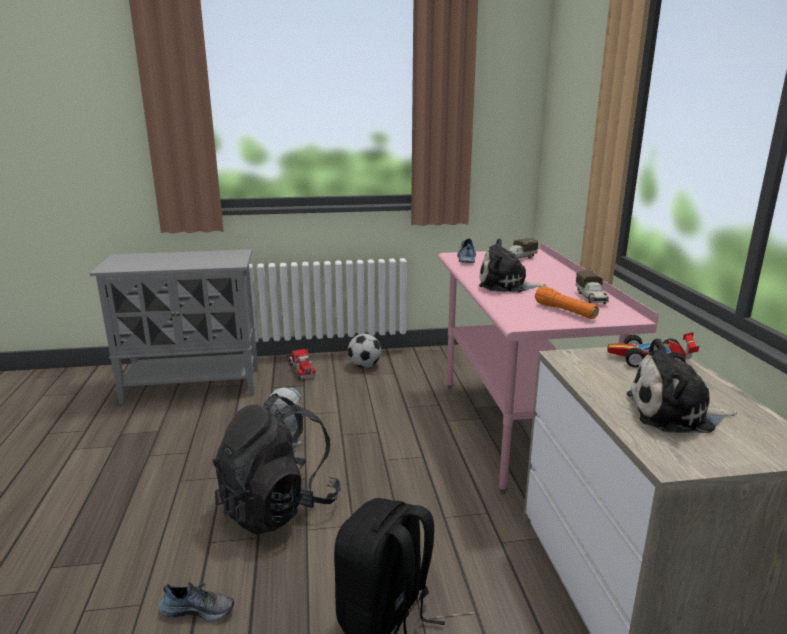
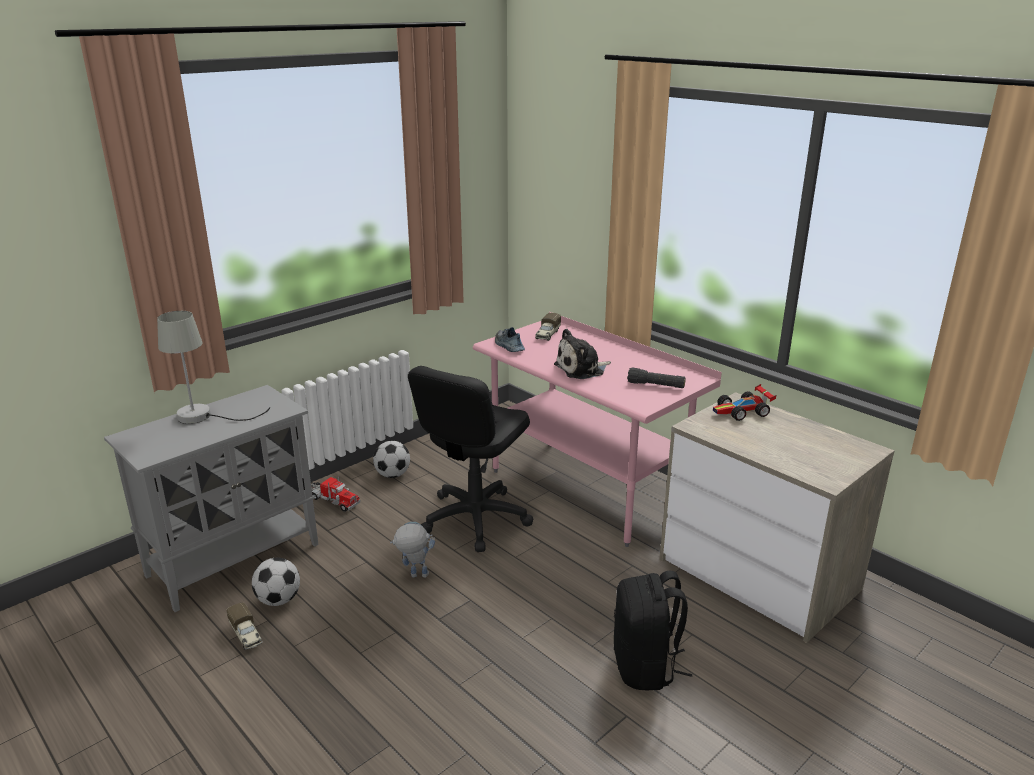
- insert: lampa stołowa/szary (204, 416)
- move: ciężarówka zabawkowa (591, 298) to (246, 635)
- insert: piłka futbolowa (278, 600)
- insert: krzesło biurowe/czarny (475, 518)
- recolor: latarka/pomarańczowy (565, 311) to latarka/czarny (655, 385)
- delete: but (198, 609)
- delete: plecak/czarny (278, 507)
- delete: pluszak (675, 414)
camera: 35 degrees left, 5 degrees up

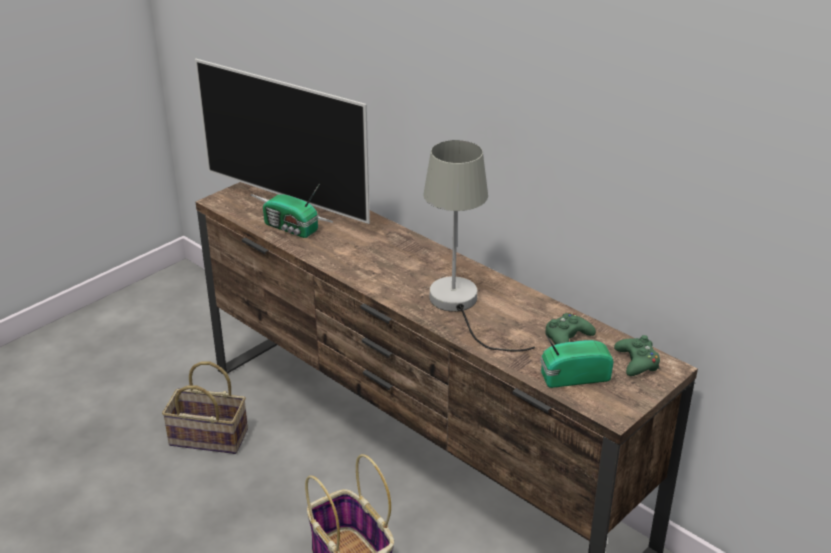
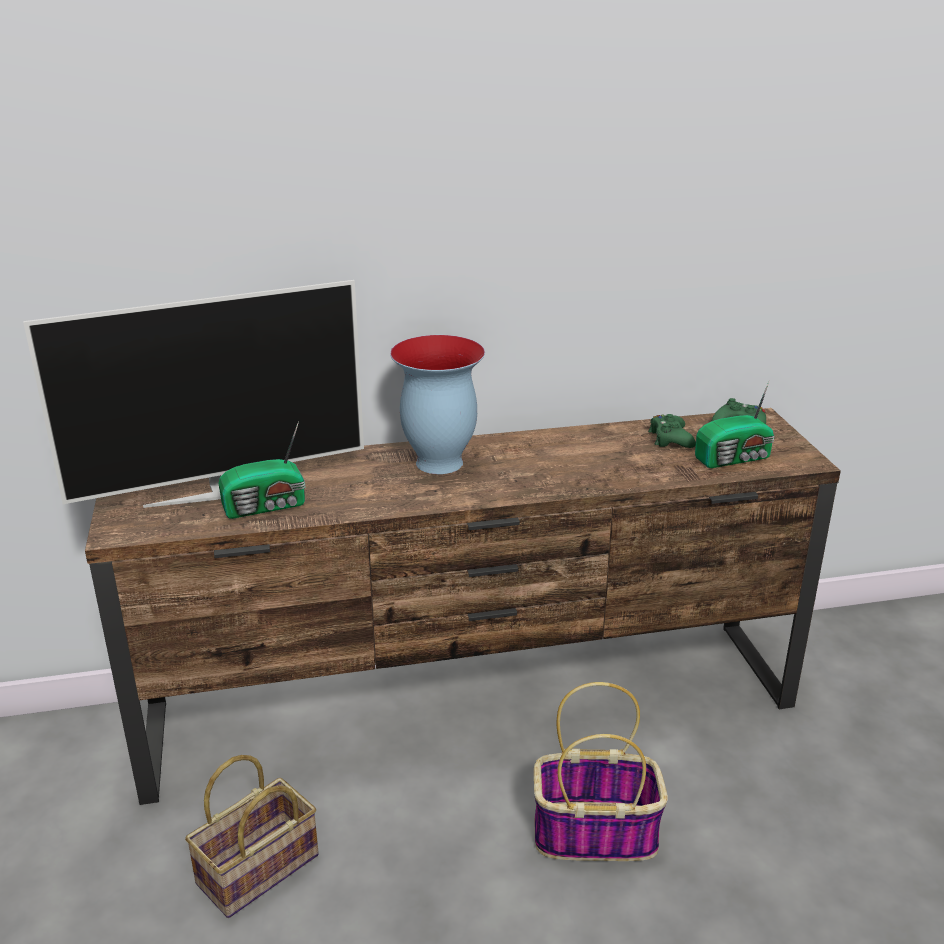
- insert: wazon (438, 463)
- rotate: radio (572, 376) = (735, 458) 135 degrees counterclockwise
- delete: lampa stołowa/szary (460, 306)
camera: 55 degrees left, 5 degrees down

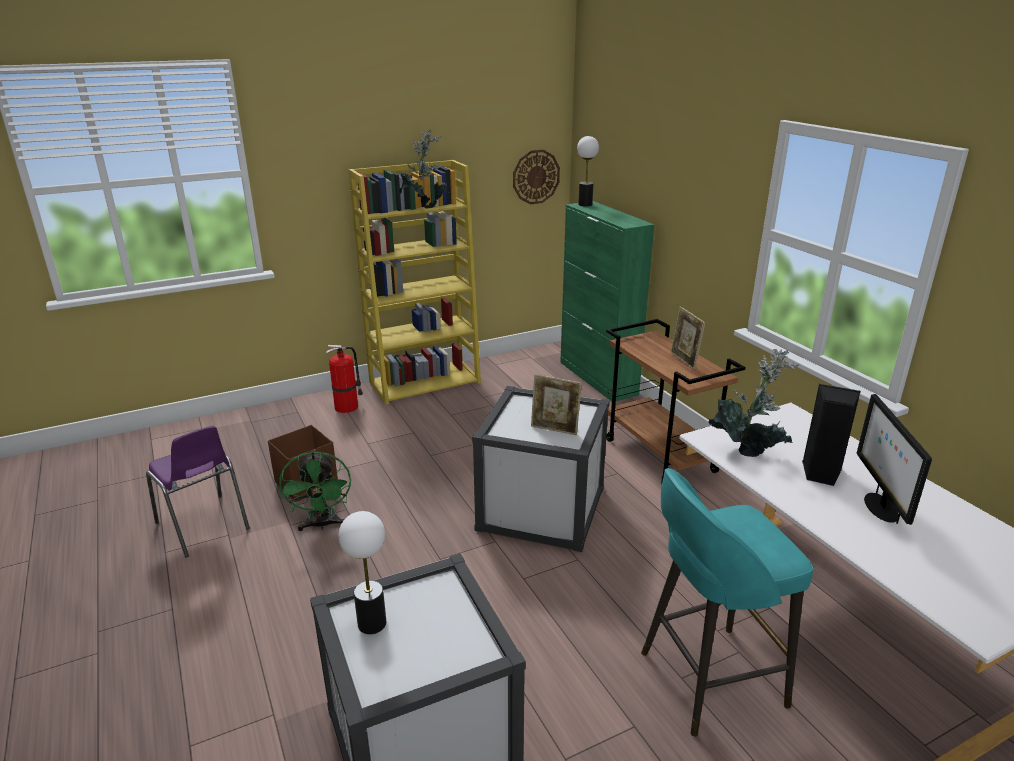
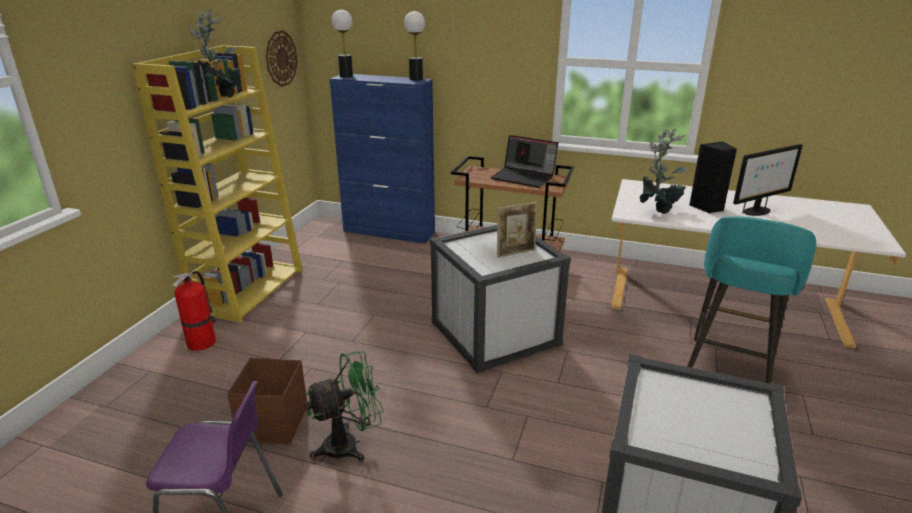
- rotate: wentylator/zielony (322, 525) = (349, 444) 60 degrees counterclockwise
- recolor: szafka/zielony (598, 378) to szafka/niebieski (389, 232)
- move: lampa stołowa (372, 624) to (416, 79)
- replace: ramka na zdjęcie (684, 361) to laptop (524, 177)
- rotate: monitor (880, 507) = (756, 211) 75 degrees counterclockwise
camera: 45 degrees left, 0 degrees up

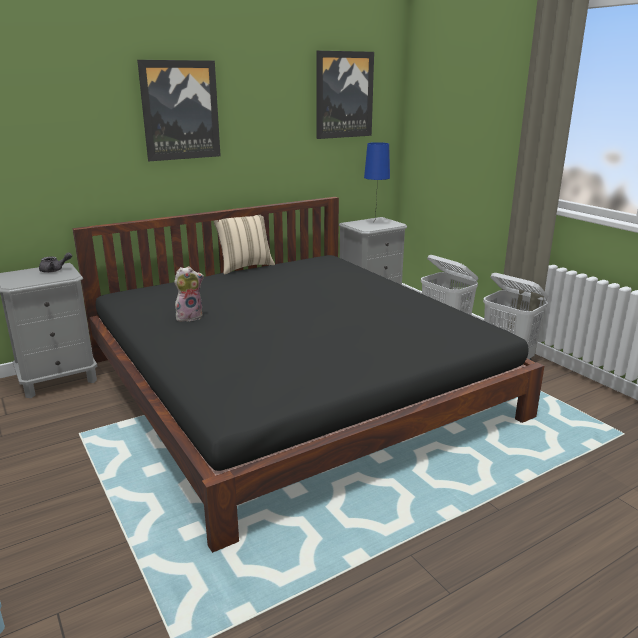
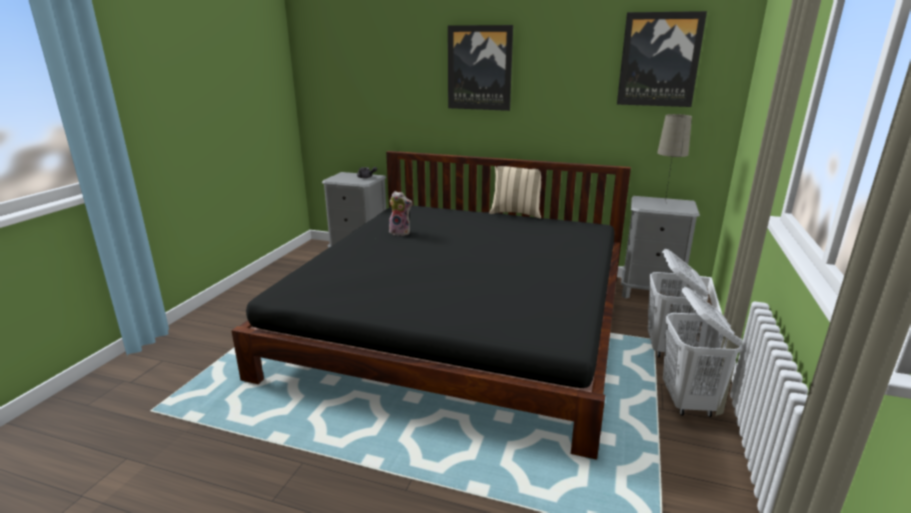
- recolor: lampa stołowa/niebieski (375, 224) to lampa stołowa/beżowy (664, 205)
camera: 50 degrees right, 0 degrees up

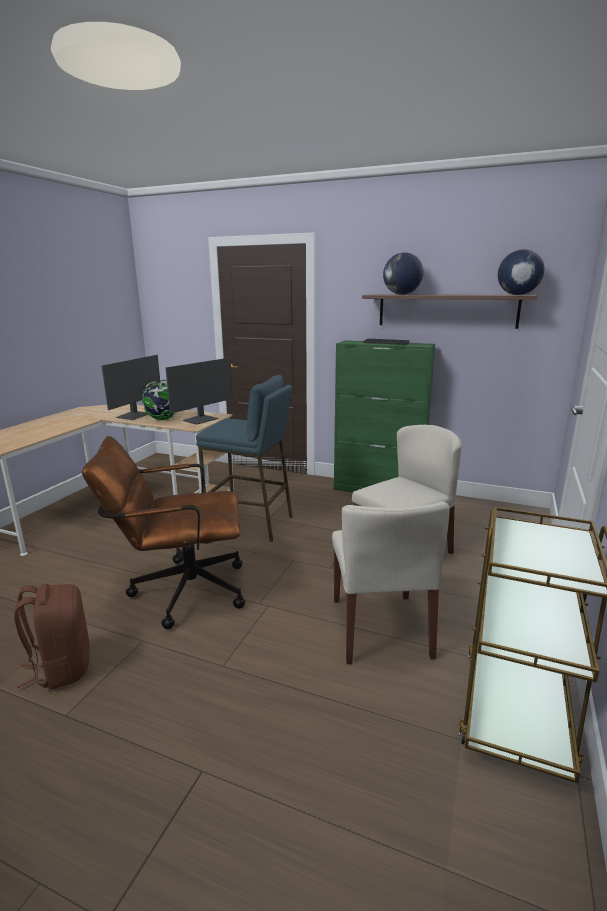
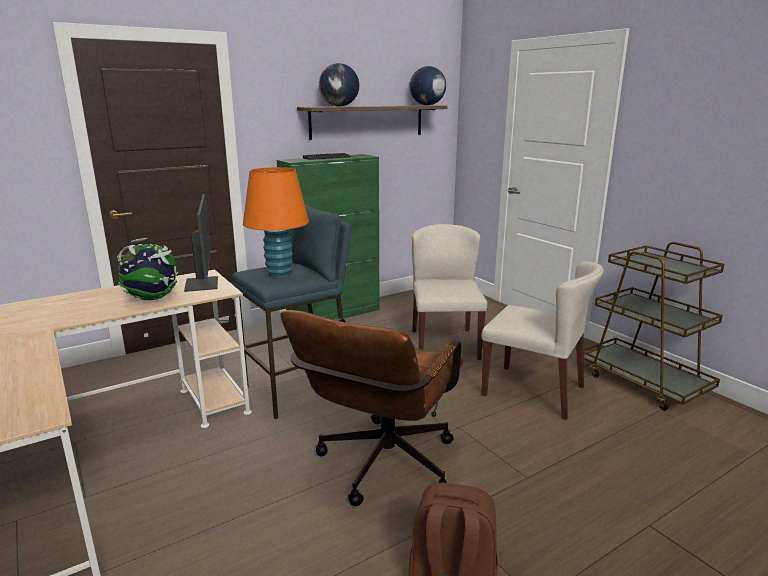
- insert: lampa stołowa/pomarańczowy (279, 275)
- delete: monitor (134, 415)
camera: 55 degrees left, 0 degrees up

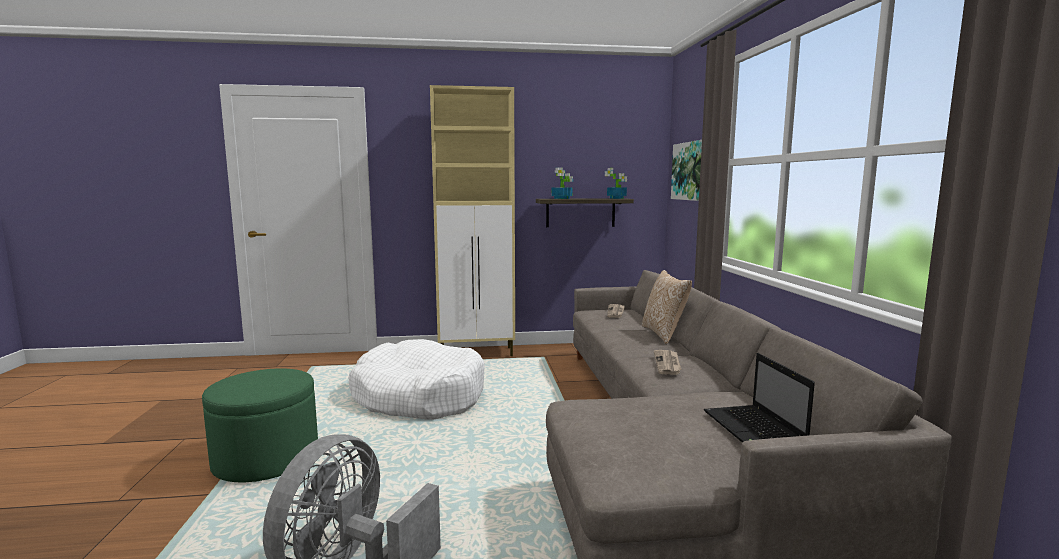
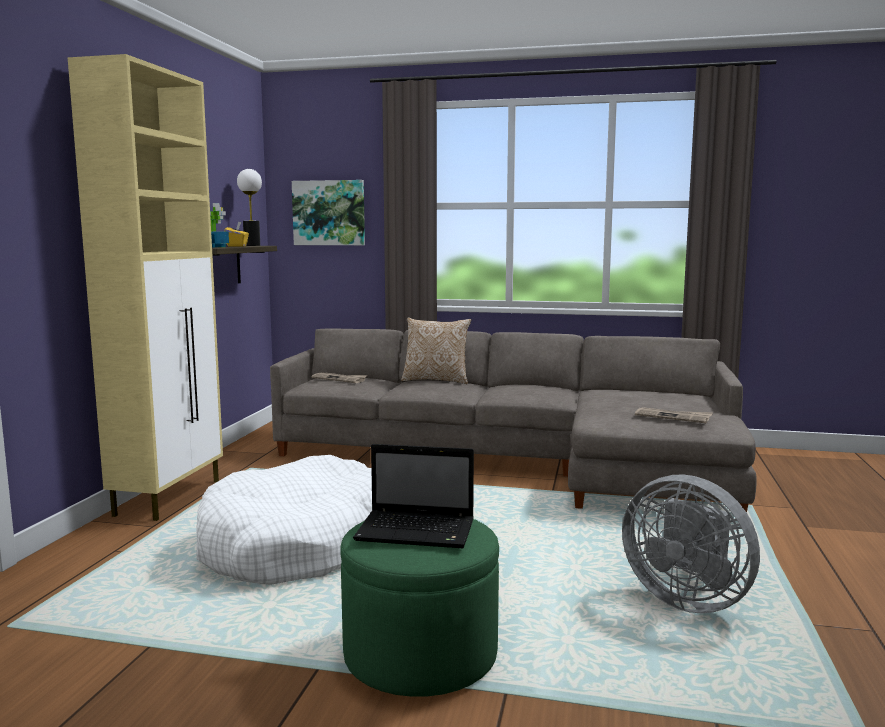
- insert: pudełko chusteczek/żółty (237, 246)
- replace: roślina doniczkowa (616, 198) to lampa stołowa (252, 245)
- move: laptop (755, 430) to (418, 531)
- move: gazeta (668, 364) to (673, 417)
camera: 70 degrees left, 0 degrees up

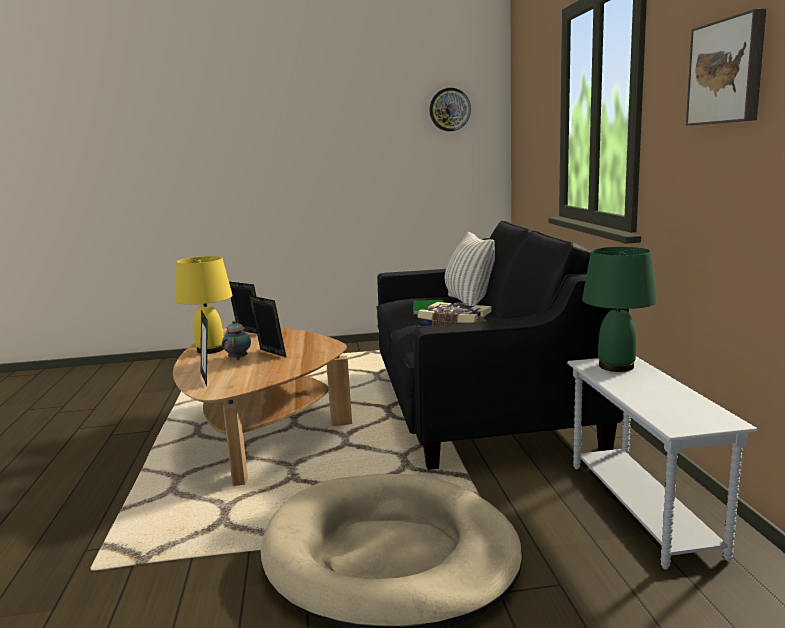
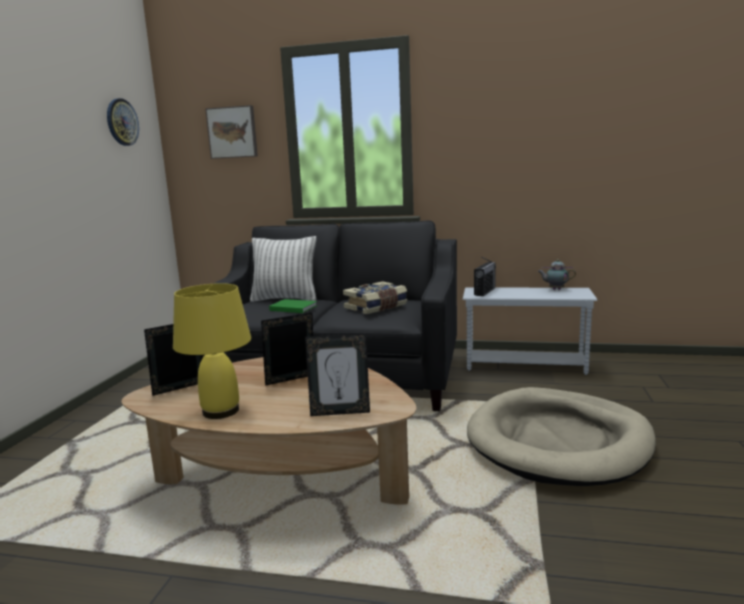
- move: obraz (728, 72) to (233, 132)
- replace: lampa stołowa/zielony (616, 366) to radio (484, 291)
- move: imbryk (238, 358) to (555, 289)
camera: 70 degrees left, 0 degrees up

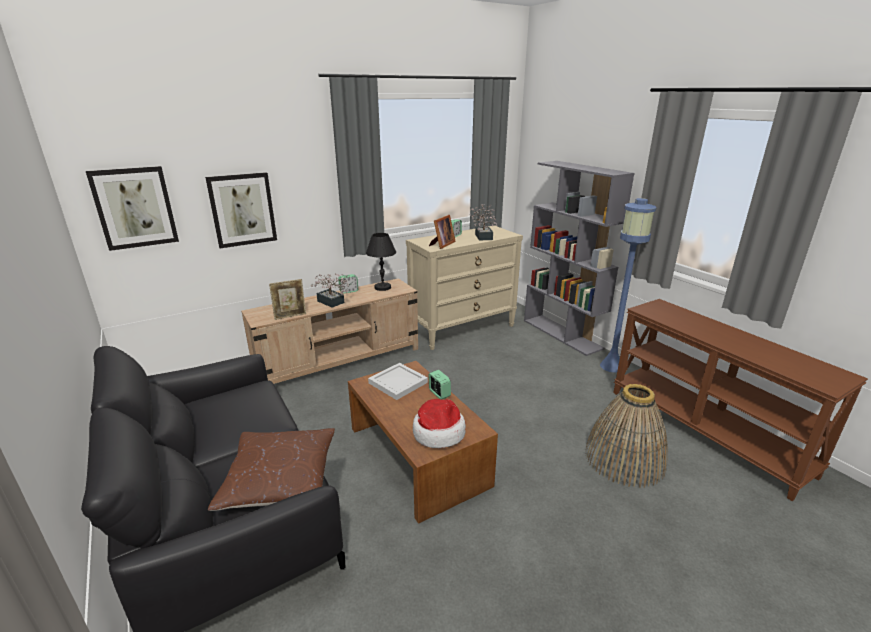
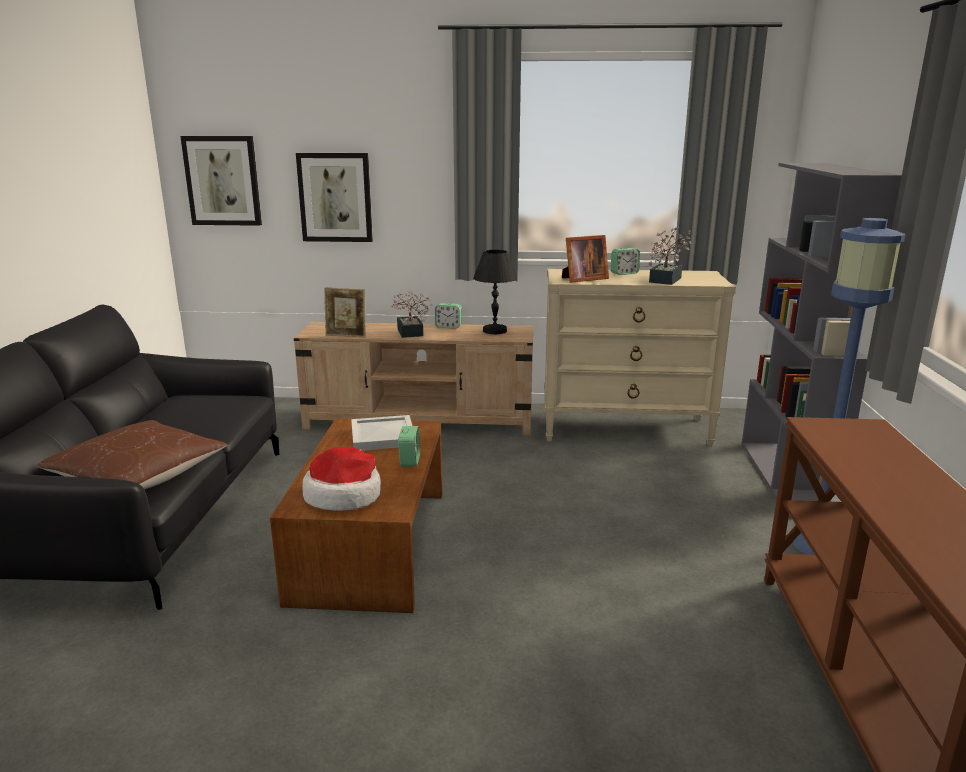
- delete: koszyk (624, 459)
camera: 35 degrees right, 5 degrees down

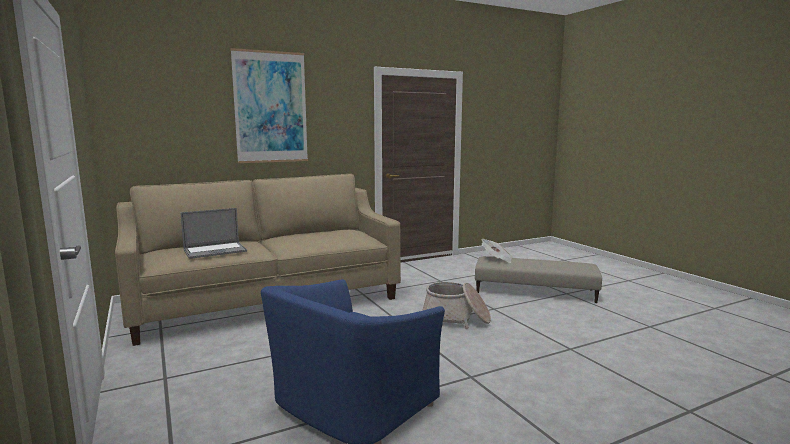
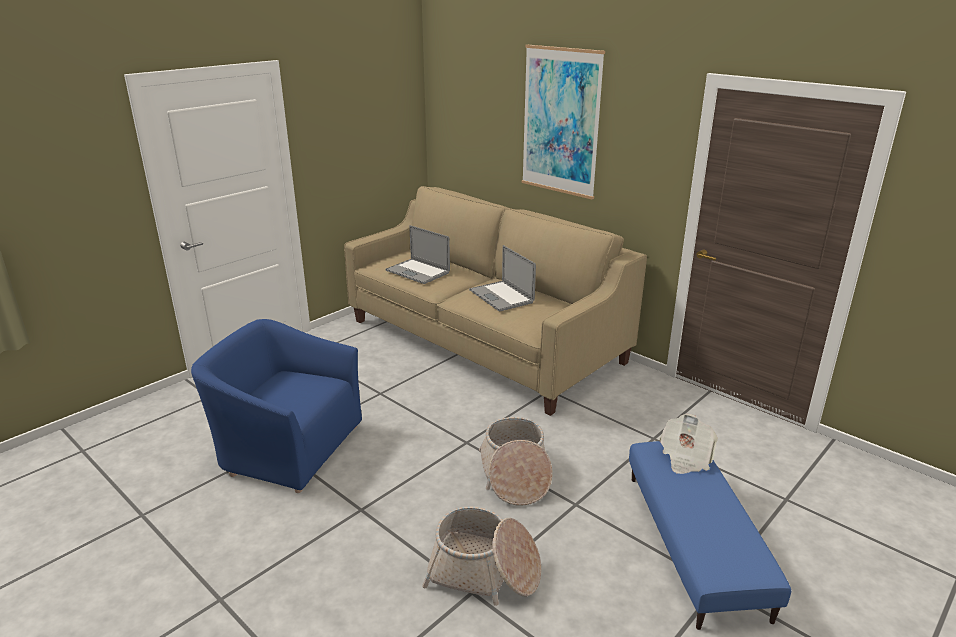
- insert: koszyk (484, 572)
- insert: laptop (501, 296)
- recolor: pufa/beżowy (534, 291) to pufa/niebieski (695, 542)
camera: 70 degrees right, 15 degrees up

